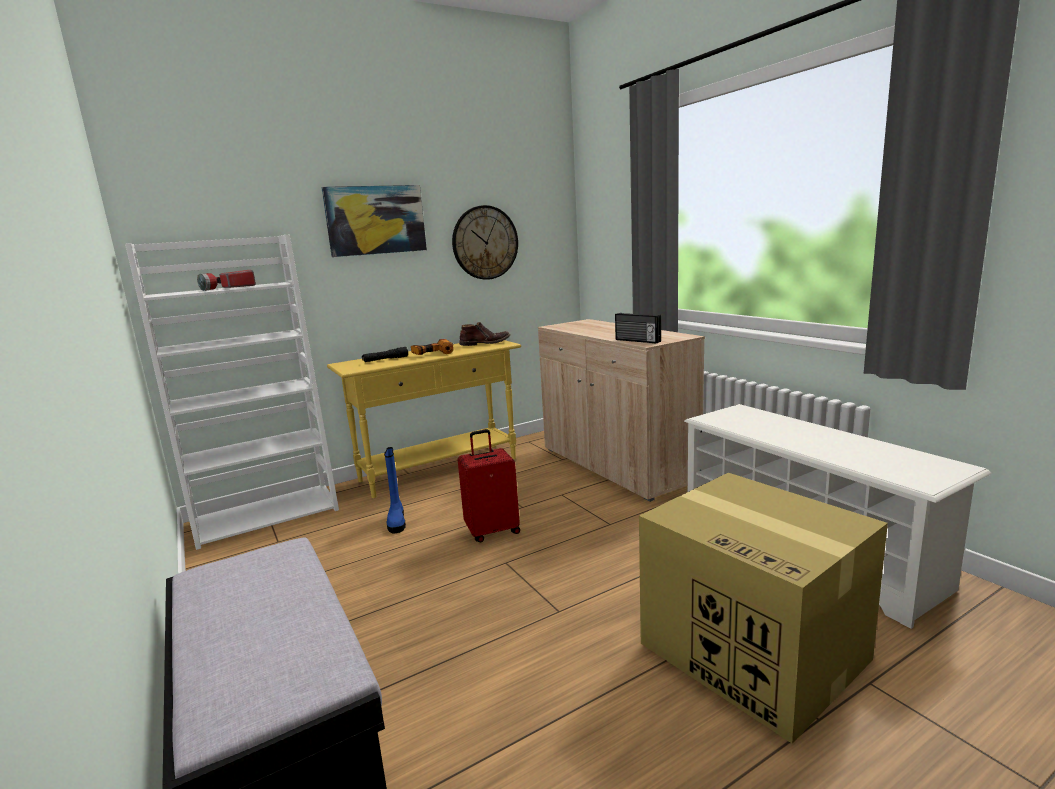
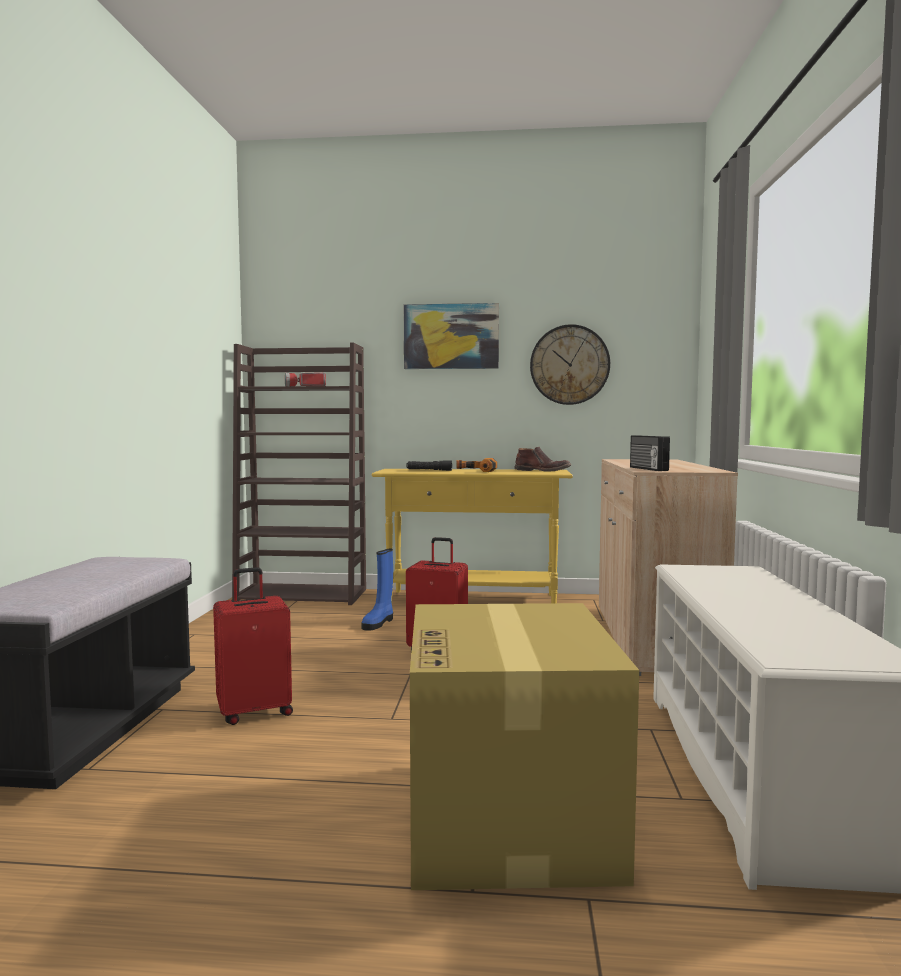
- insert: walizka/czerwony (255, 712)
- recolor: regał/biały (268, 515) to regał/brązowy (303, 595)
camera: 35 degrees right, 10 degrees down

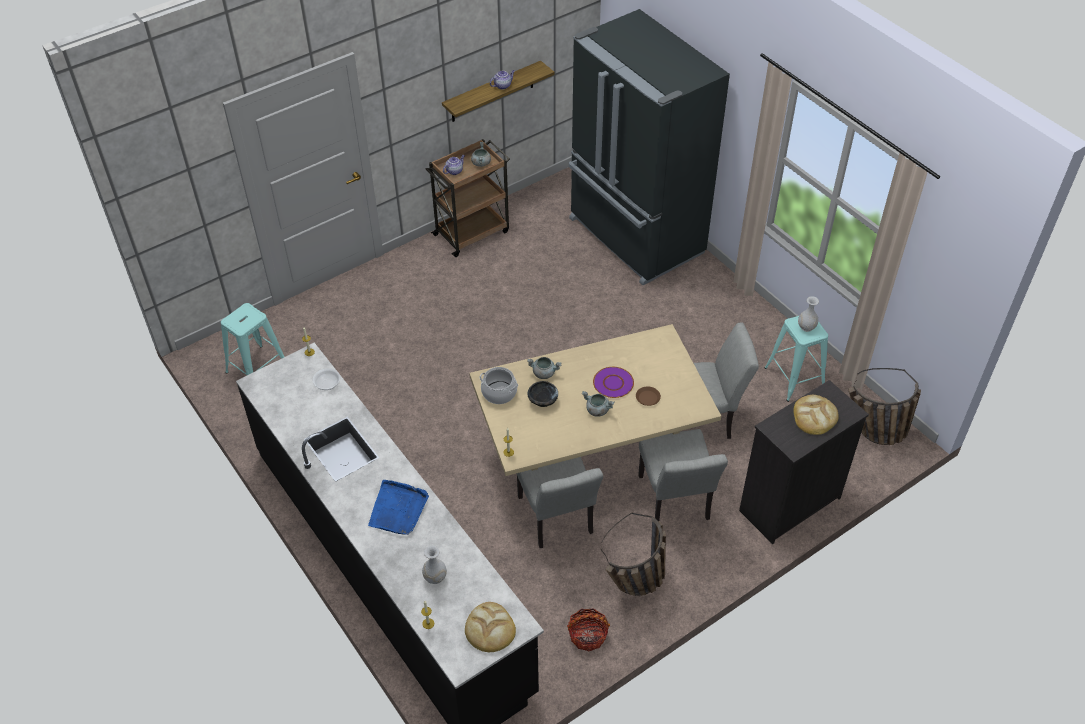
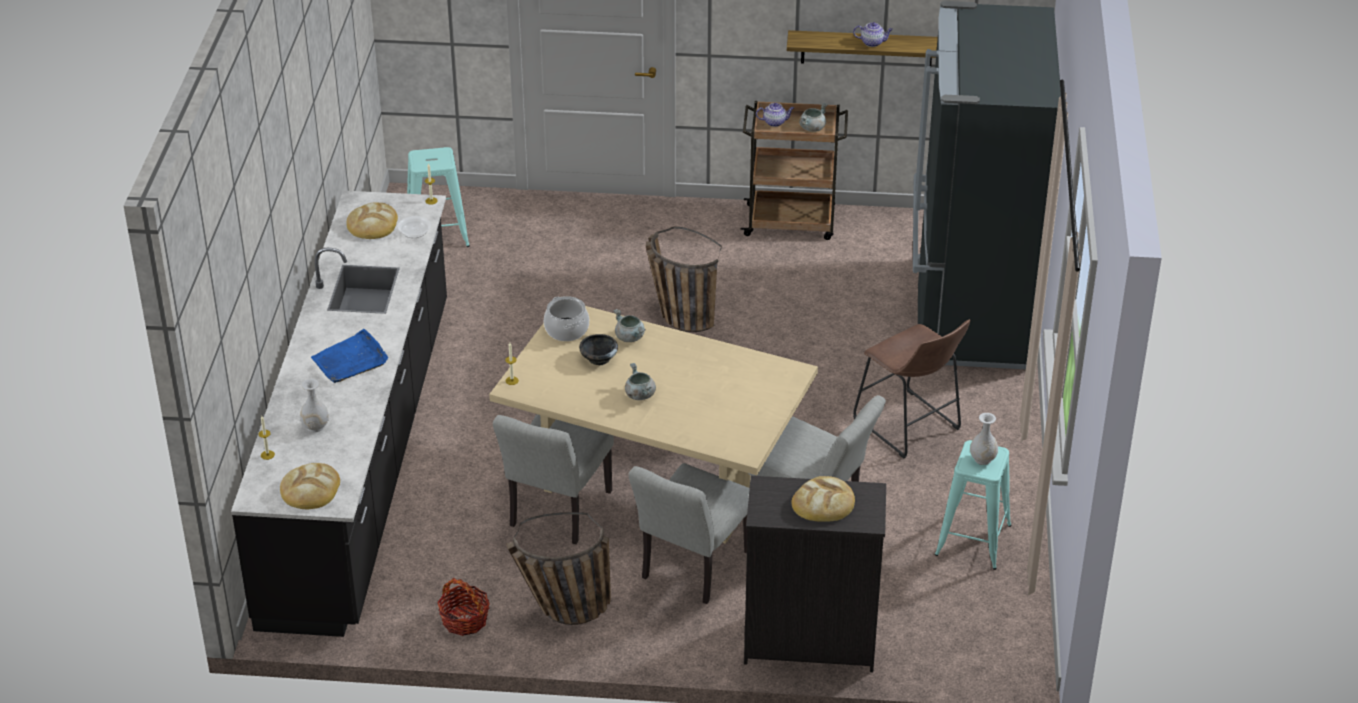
- insert: chleb (372, 224)
- move: koszyk (873, 433) to (677, 315)
- insert: stołek/brązowy (910, 427)
- delete: talerz/fioletowy (613, 383)
- delete: talerz/brązowy (648, 398)
camera: 40 degrees right, 10 degrees down

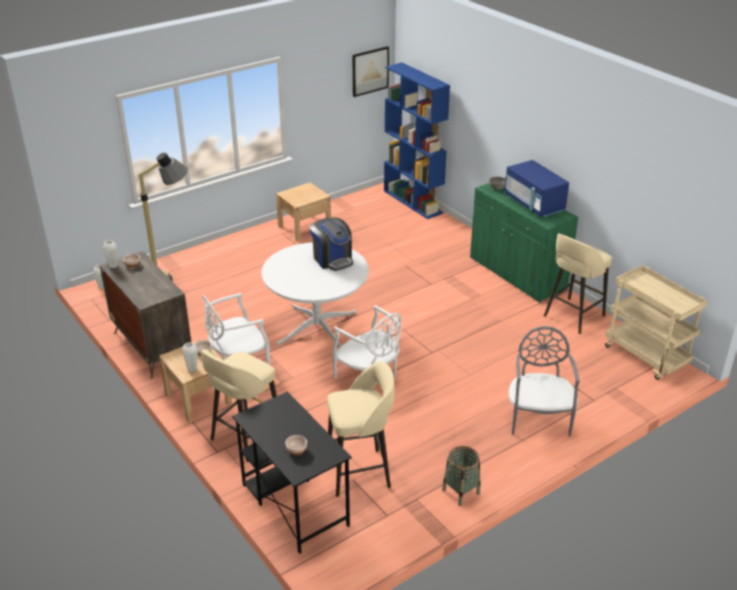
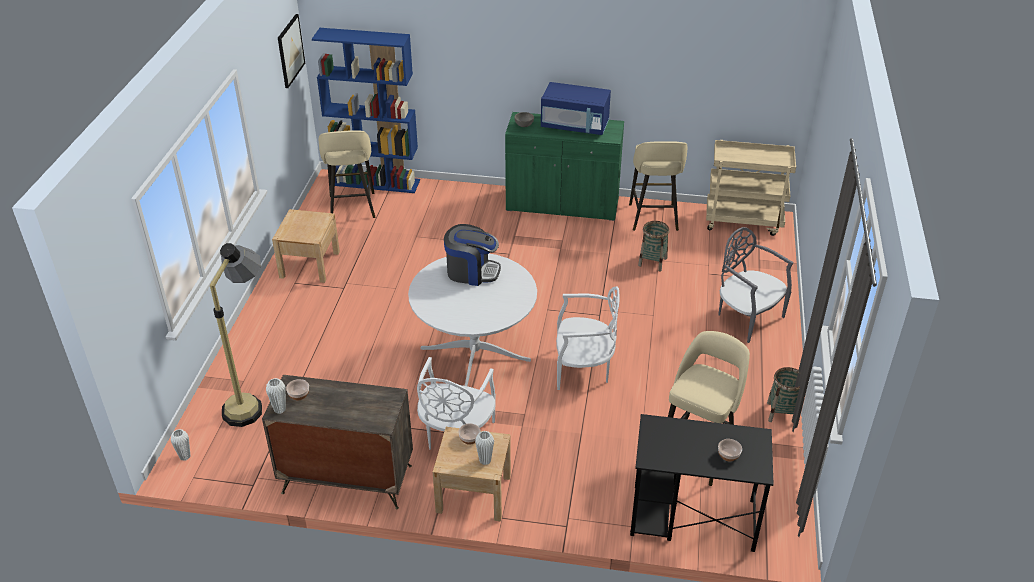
- move: stołek/beżowy (245, 437) to (352, 208)
- insert: koszyk (652, 262)
camera: 45 degrees left, 5 degrees up

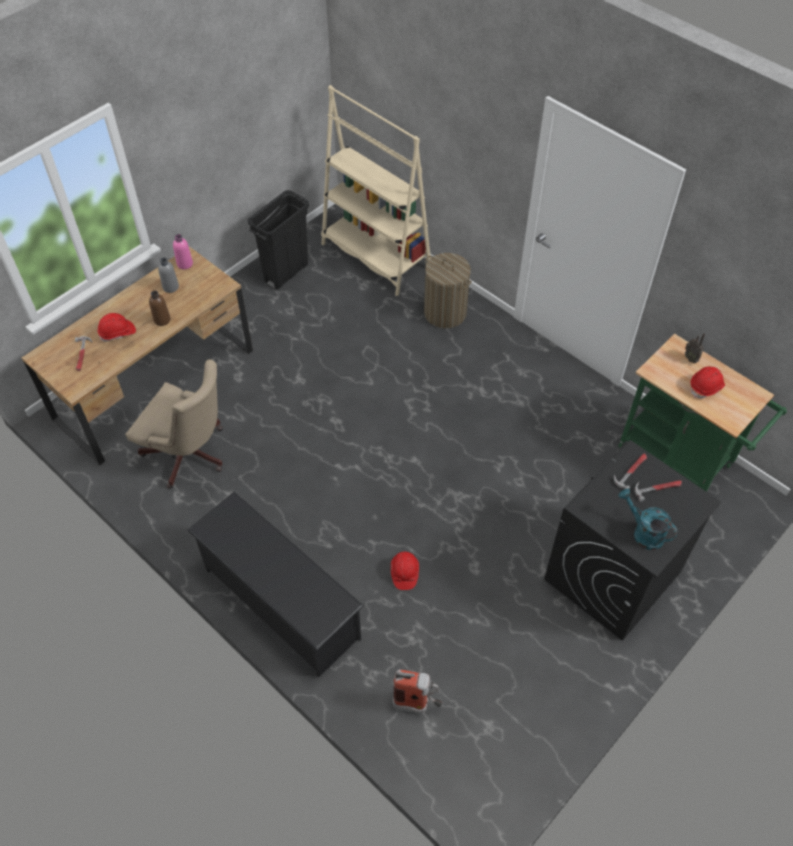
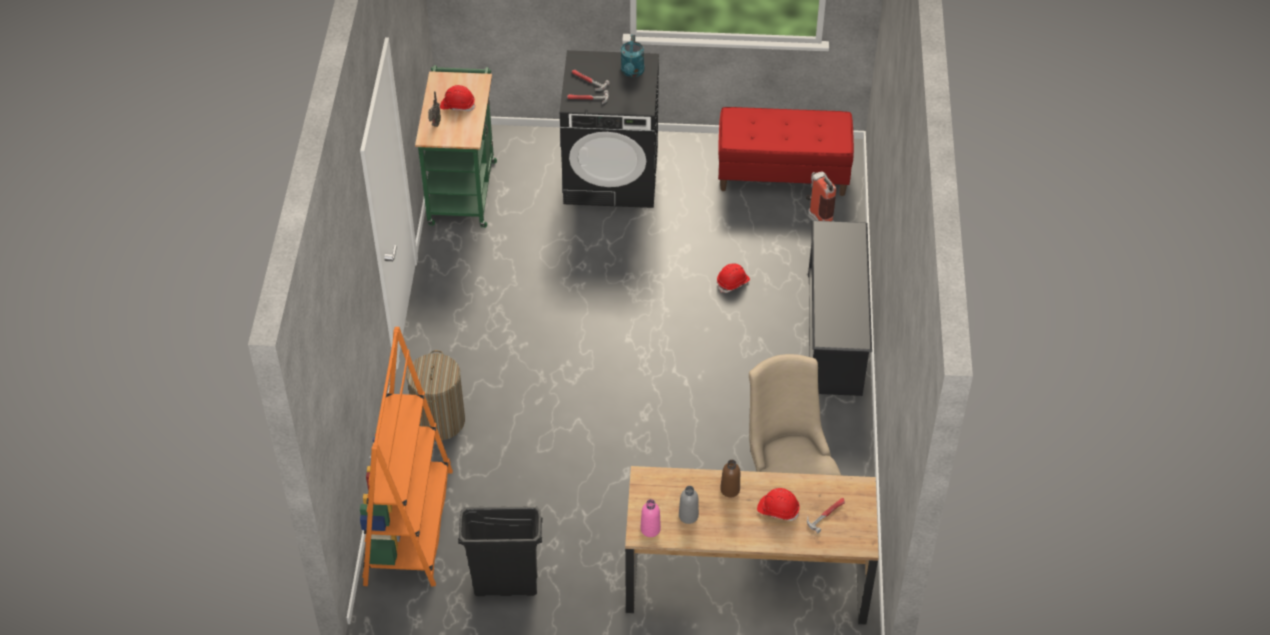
- recolor: regał/beżowy (376, 255) to regał/pomarańczowy (409, 527)
- insert: ławka/czerwony (783, 174)
camera: 130 degrees left, 5 degrees down

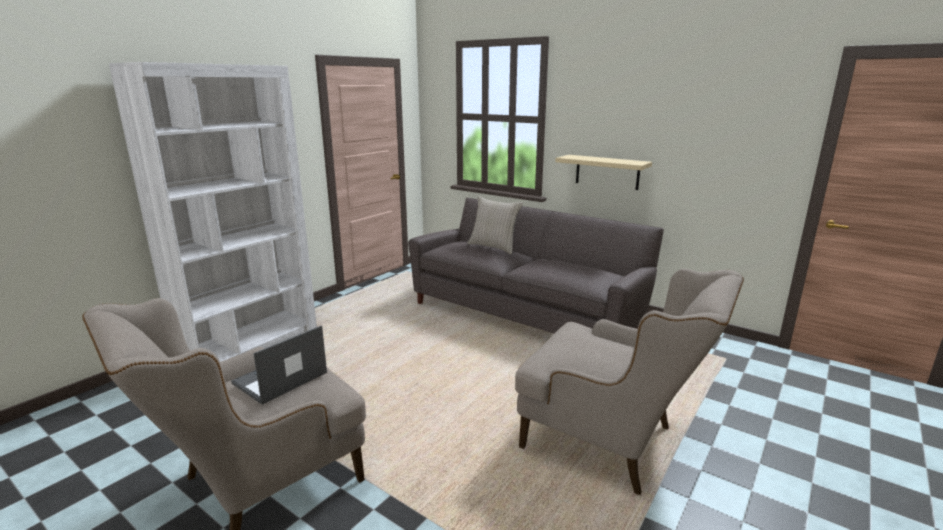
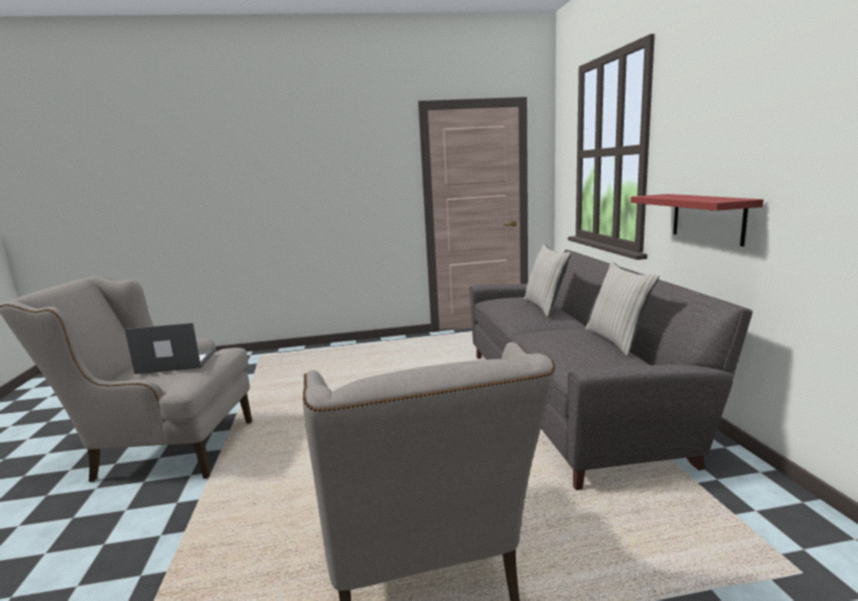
- insert: poduszka/beżowy (617, 340)
- recolor: półka/beżowy (607, 172) to półka/czerwony (707, 218)
- delete: regał/biały (250, 343)
camera: 45 degrees right, 5 degrees down

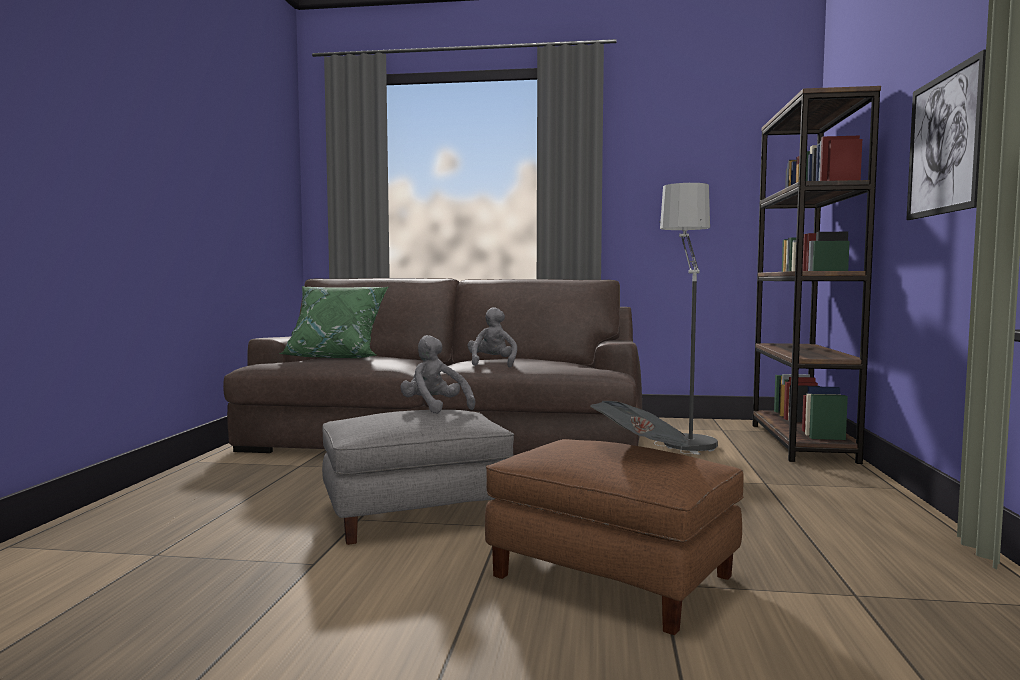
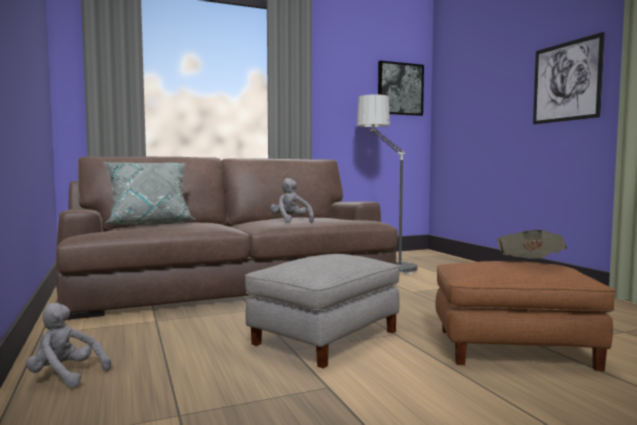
- move: pluszak/szary (434, 408) to (65, 376)
- recolor: poduszka/zielony (336, 357) to poduszka/szary (150, 224)
- insert: obraz (400, 89)
- delete: regał/brązowy (801, 442)
camera: 30 degrees left, 0 degrees up

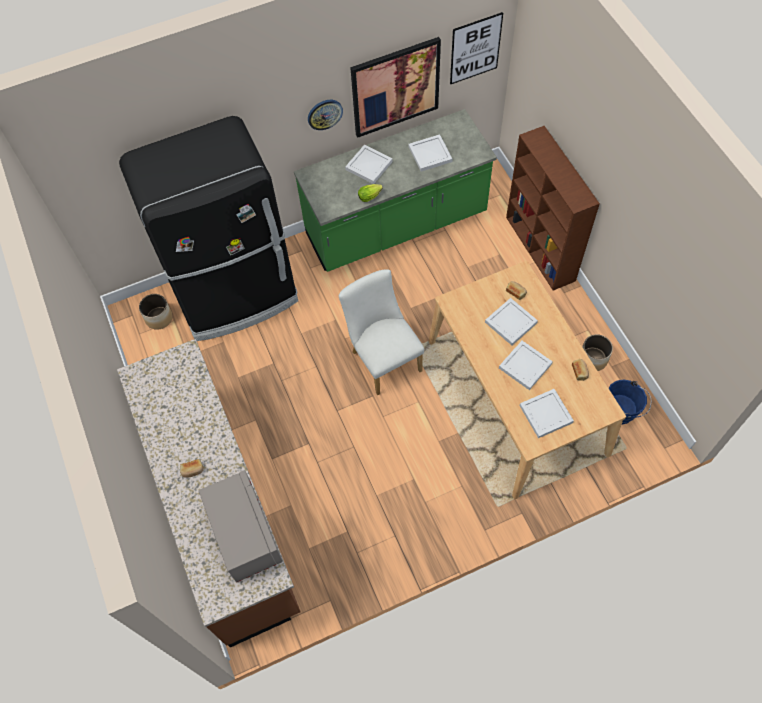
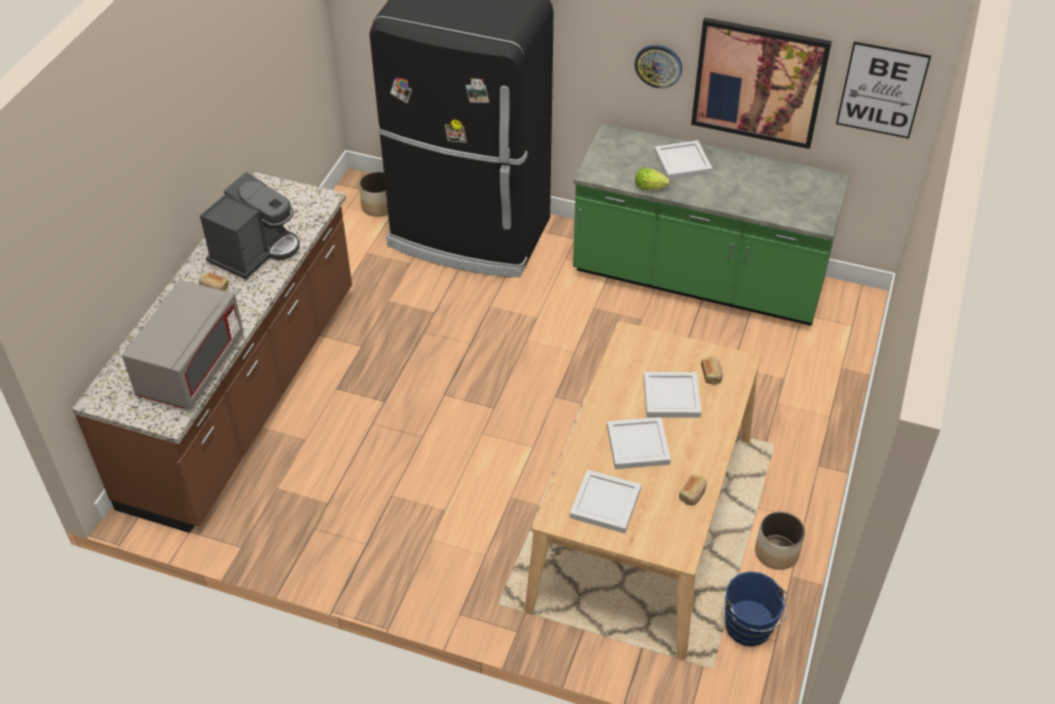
- insert: ekspres do kawy (255, 251)
- delete: krzesło/biały (383, 358)
- delete: taca/biały (430, 153)
- delete: regał/brązowy (540, 249)
camera: 40 degrees right, 15 degrees down

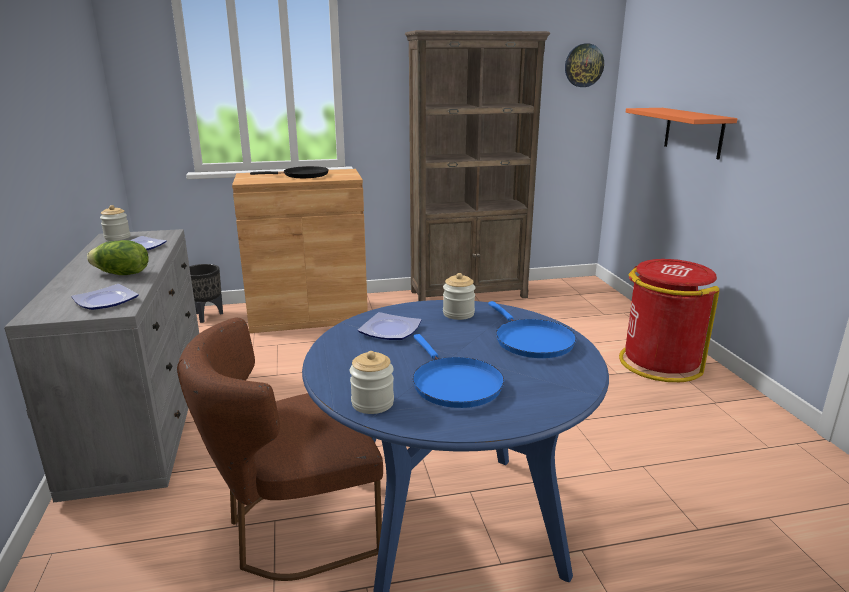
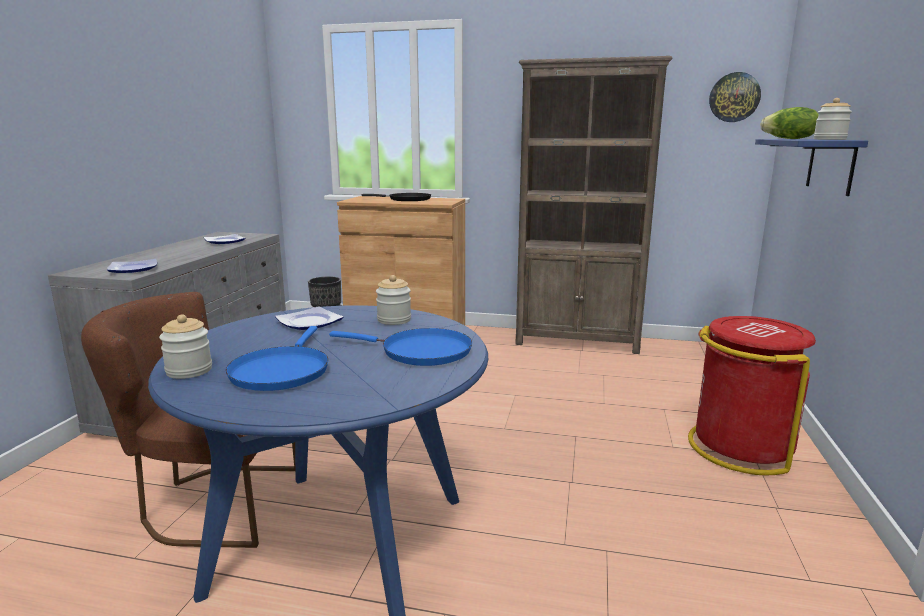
- rotate: patelnia/niebieski (531, 341) = (420, 352) 75 degrees counterclockwise
- recolor: półka/pomarańczowy (693, 132) to półka/niebieski (830, 165)
- move: sałata (122, 274) to (789, 139)
- move: słoik (117, 237) to (829, 139)
camera: 25 degrees right, 5 degrees down

